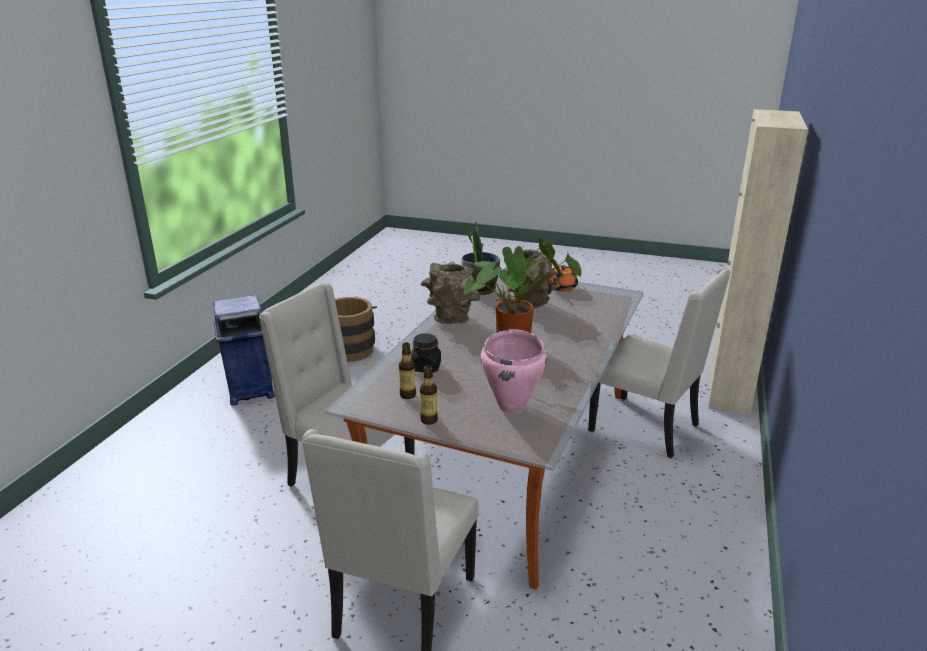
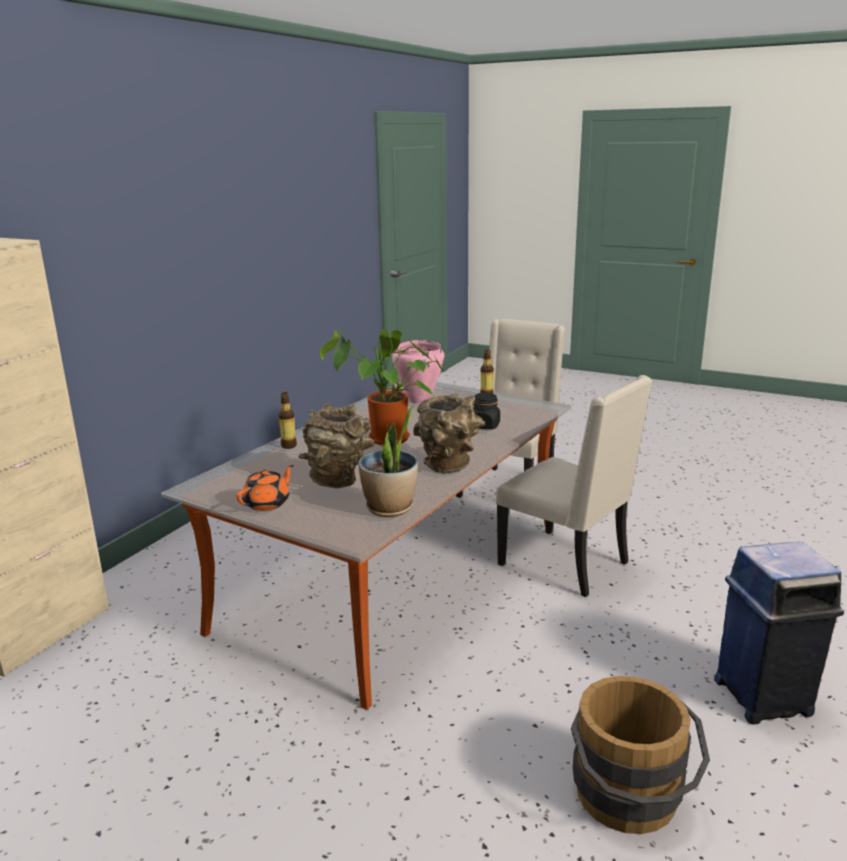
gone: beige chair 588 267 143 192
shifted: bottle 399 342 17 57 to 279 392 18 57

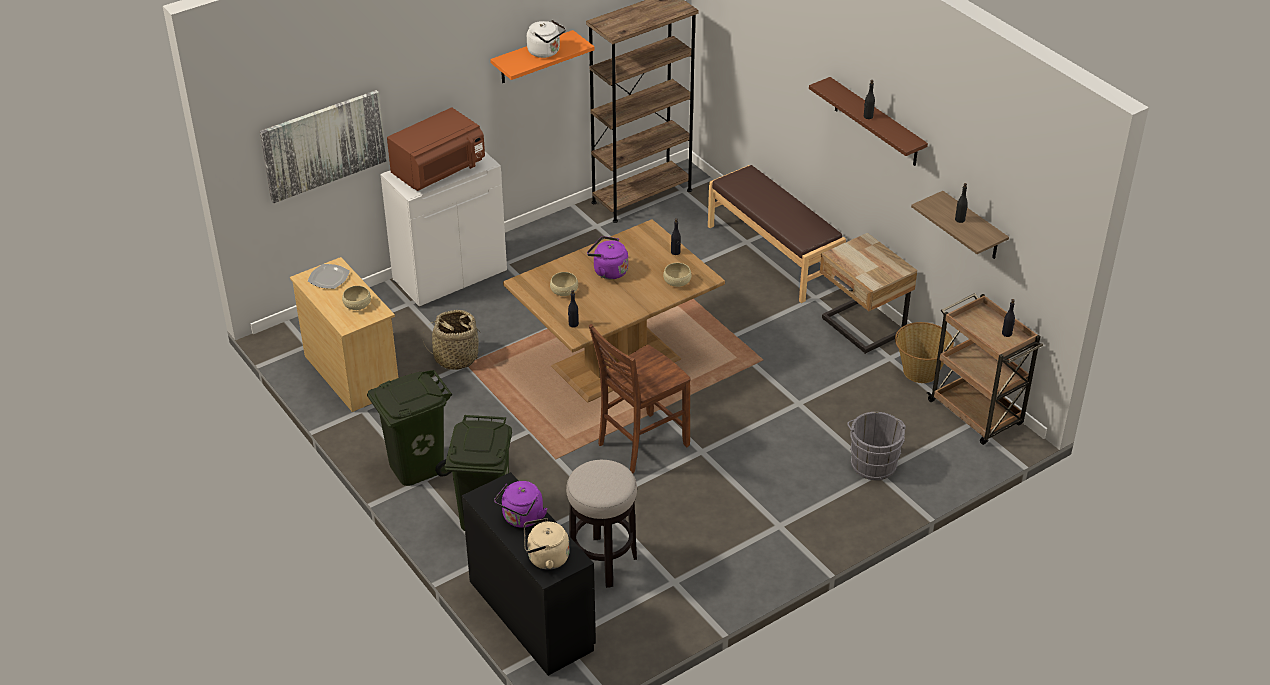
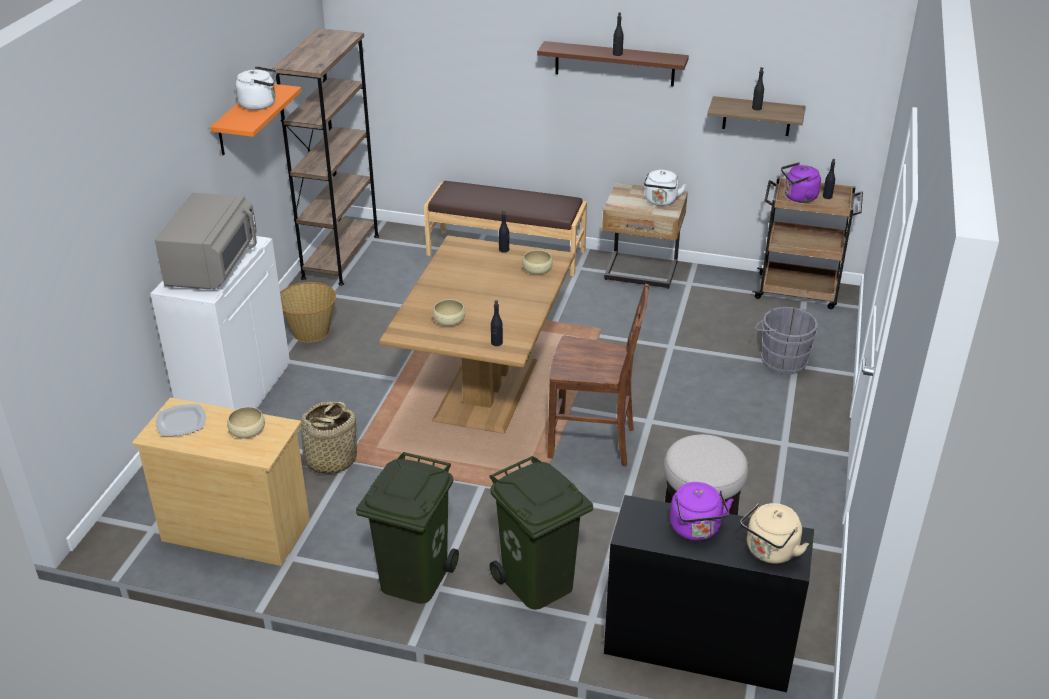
gone: picture 260 90 126 113
new: white kettle 644 170 42 36
shifted: purple kettle 587 236 41 43 to 781 162 40 41; basket 895 322 59 61 to 280 282 56 61
repainted: brown microwave 387 108 98 83 to grey microwave 155 193 102 96
rotated: brown chair 589 324 102 149 = 548 284 101 183 90 degrees counterclockwise

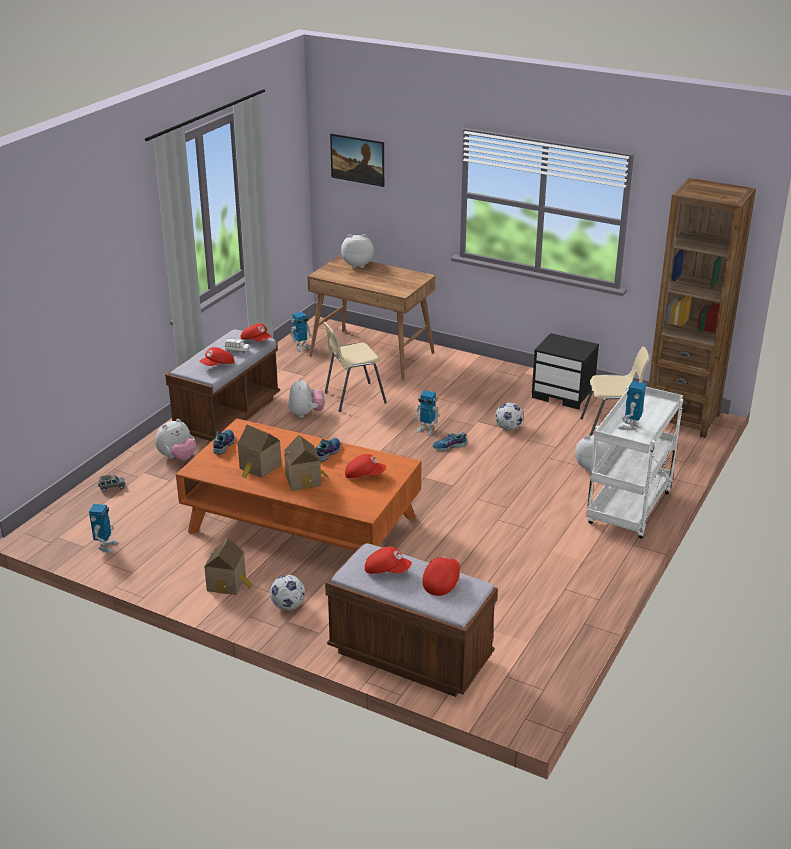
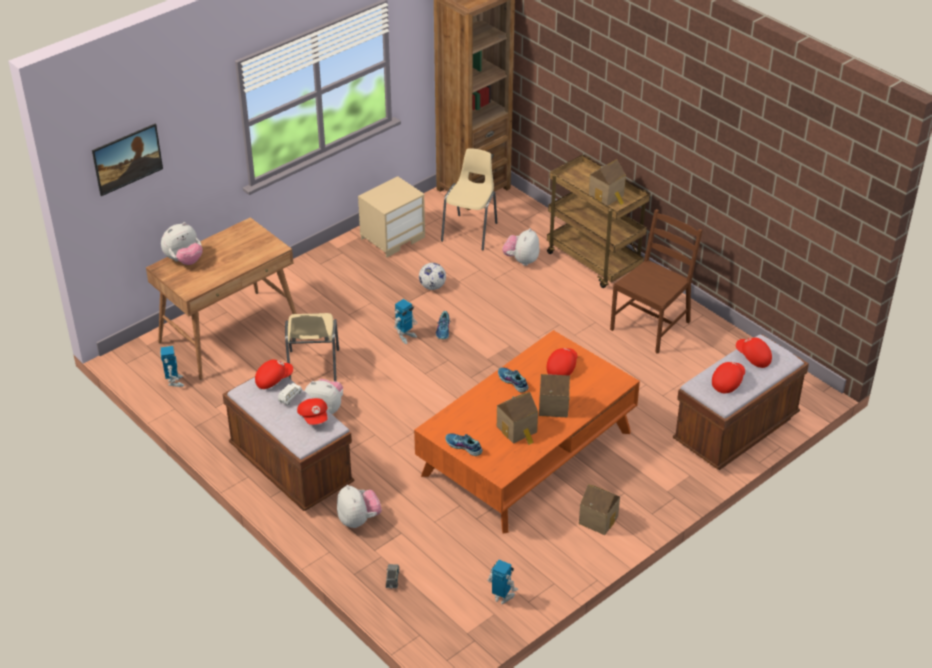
gone: football 270 575 35 35
new: brown chair 610 209 93 145
swapped: toy robot 618 381 28 49 to toy house 588 159 38 47
repainted: black nightstand 532 333 67 76 to beige nightstand 358 176 67 82; white cart 586 386 97 153 to brown cart 547 155 103 133
rotated: plush toy 341 234 33 34 = 161 222 42 43 150 degrees counterclockwise

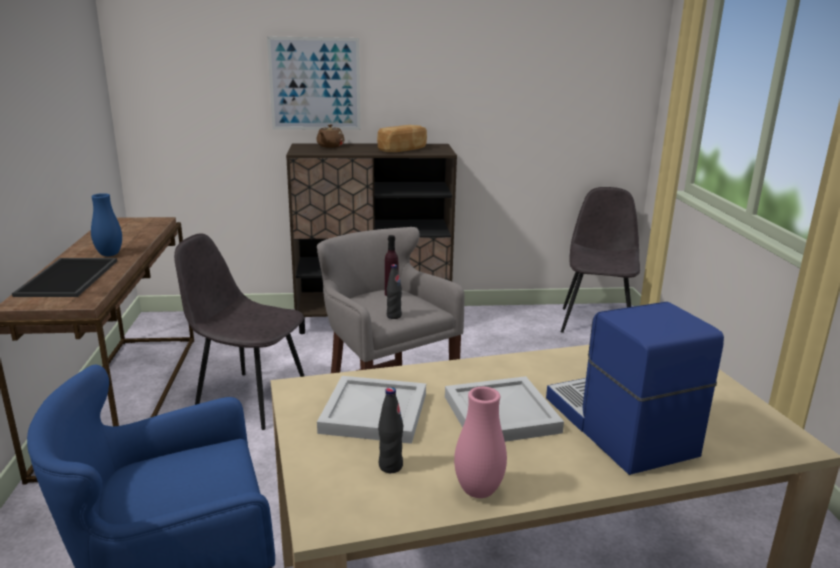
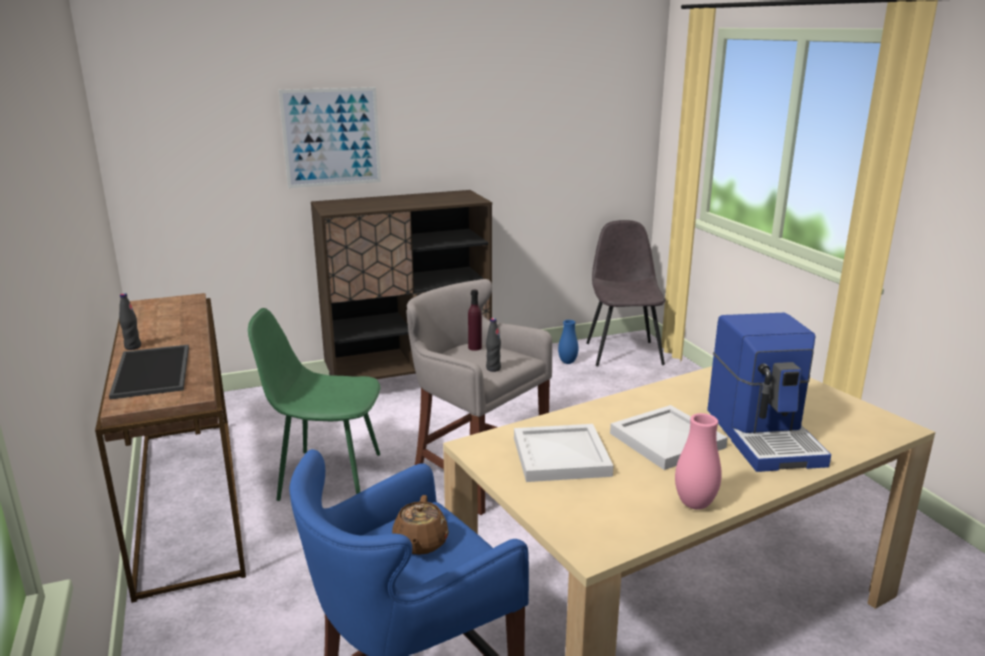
gone: bread 377 125 50 27
shifted: brown teapot 316 124 29 24 to 392 495 57 60; blue vase 91 193 31 63 to 558 320 21 44; black bottle 378 387 25 86 to 119 293 22 57
repainted: grey chair 174 233 130 197 to green chair 248 308 133 193
rotated: coffee machine 546 302 178 173 = 707 313 124 159 150 degrees counterclockwise

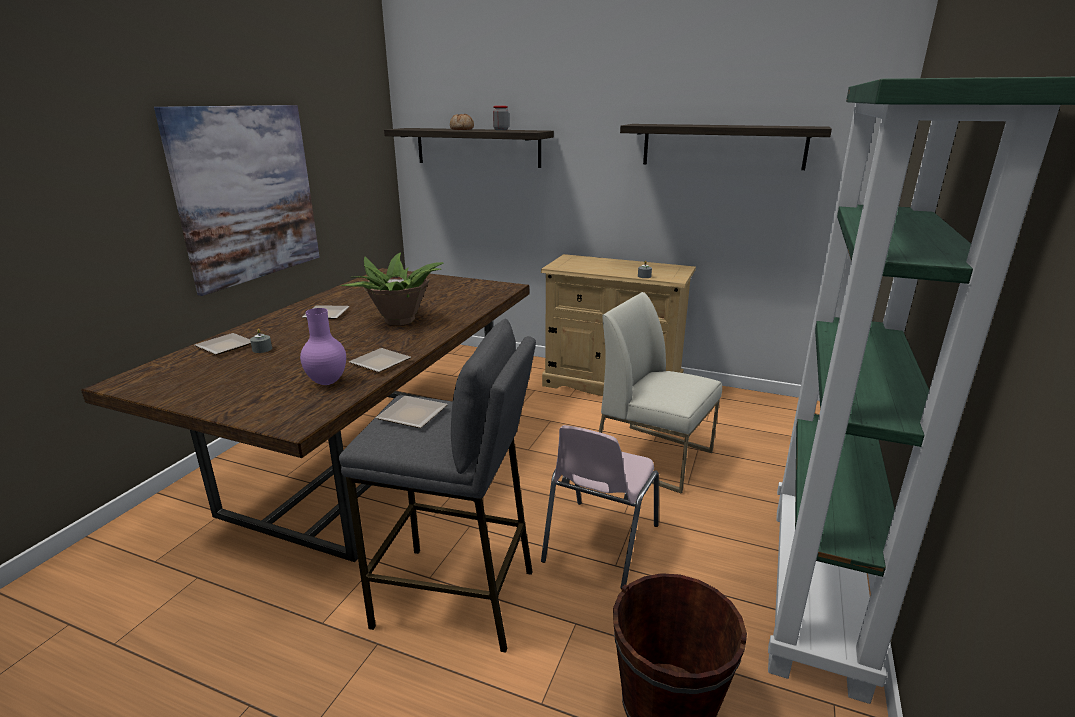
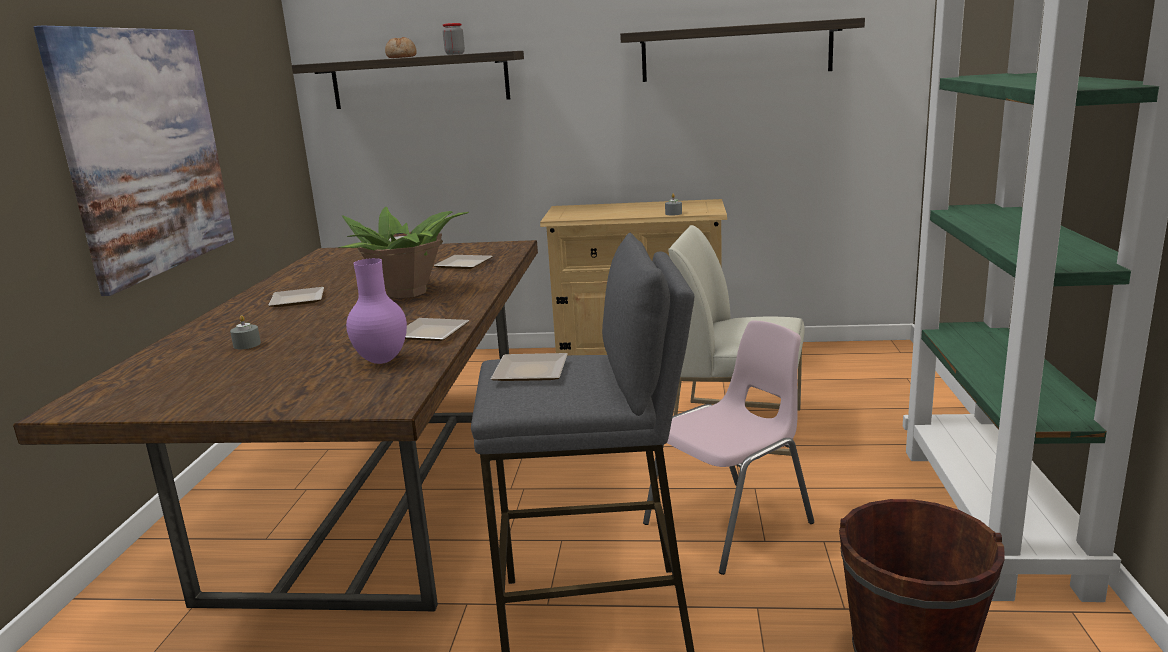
shifted: plate 195 333 56 22 to 434 255 59 14
rotated: pink chair 541 425 118 164 = 643 320 171 255 135 degrees counterclockwise

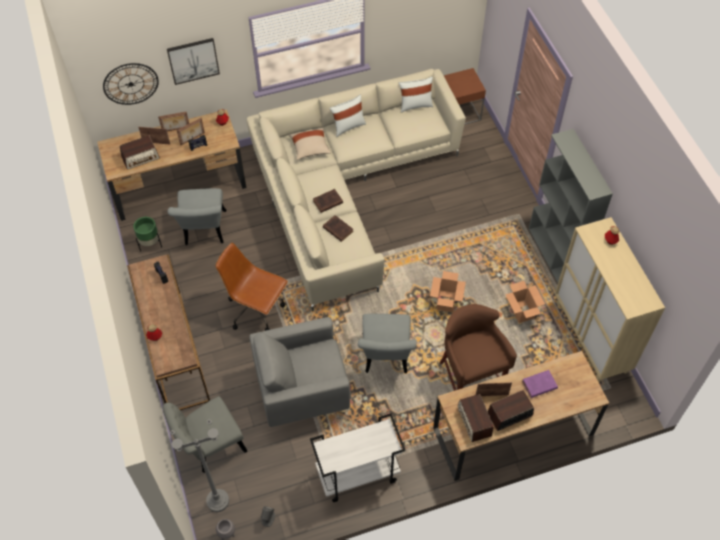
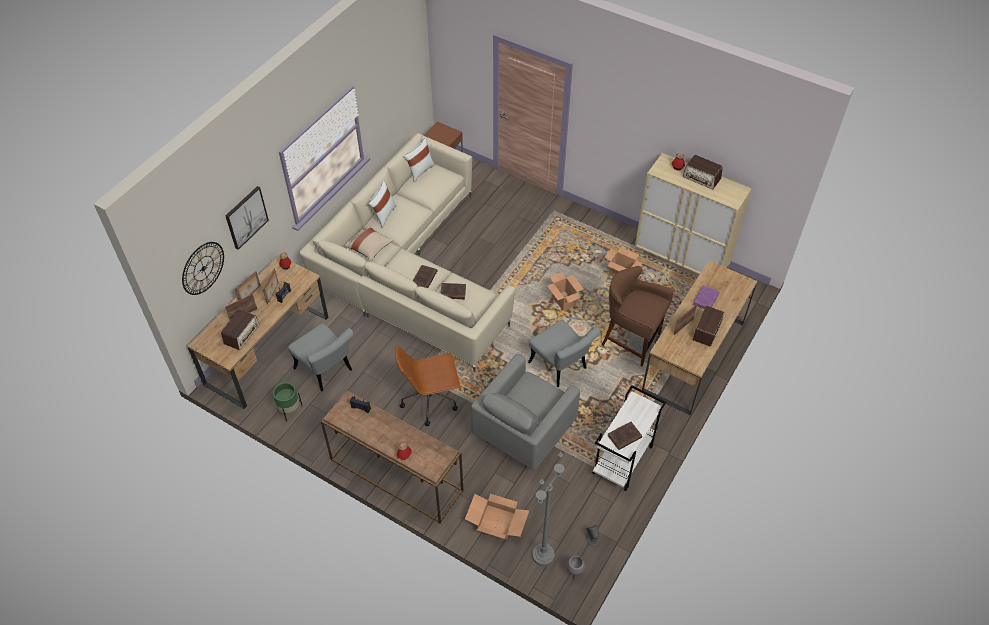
gone: grey bookcase 529 129 84 154
new: brown book 608 422 34 28
shifted: radio 458 394 35 48 to 683 155 40 34
swapped: grey chair 162 396 85 77 to cardboard box 465 494 64 46

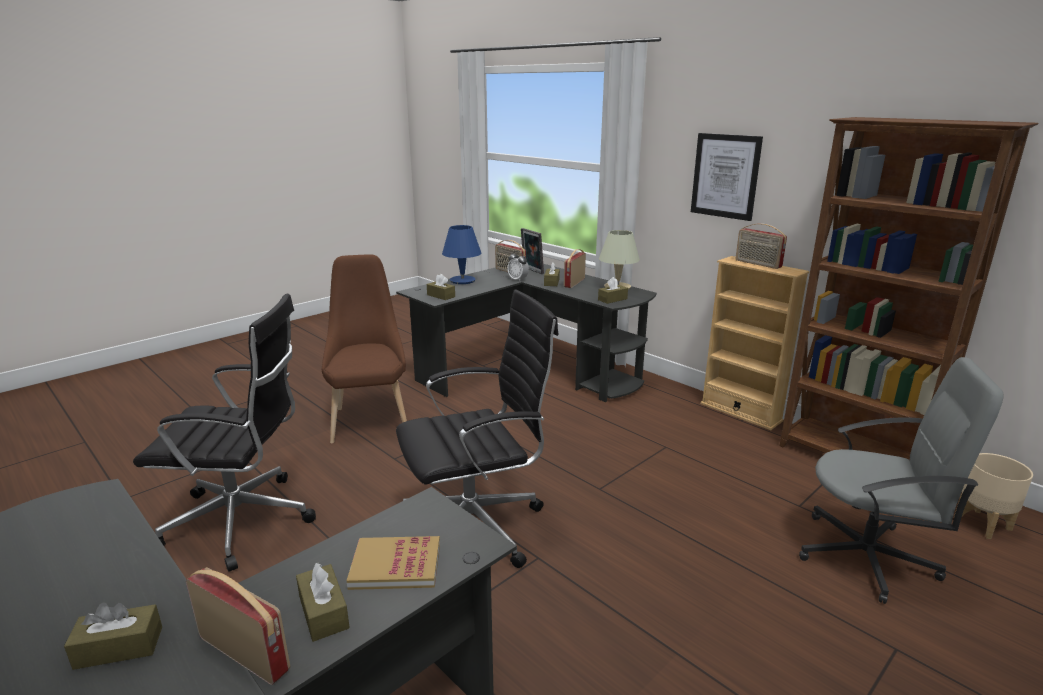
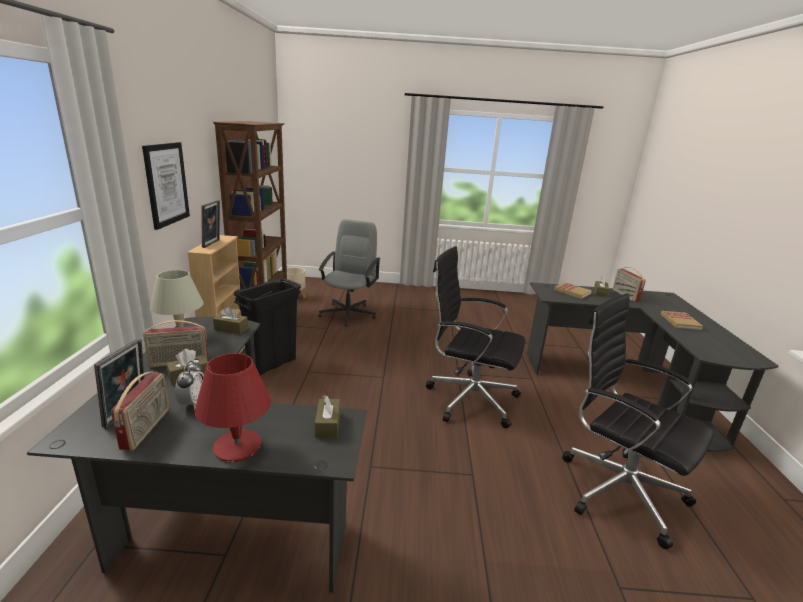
gone: brown chair 322 254 85 189; brown tissue box 64 602 98 68
new: black trash can 234 278 67 97; book 660 311 43 19
swapped: radio 736 223 51 46 to picture frame 201 200 19 48
repainted: blue table lamp 442 225 39 59 to red table lamp 195 353 76 109
rotated: grey office chair 799 357 205 247 = 318 219 63 107 45 degrees clockwise

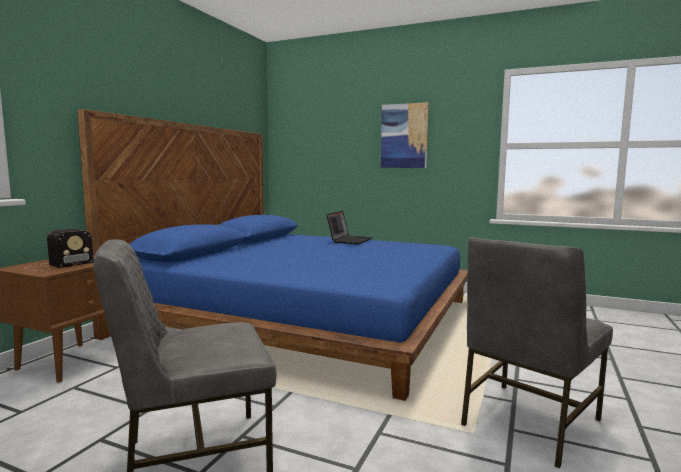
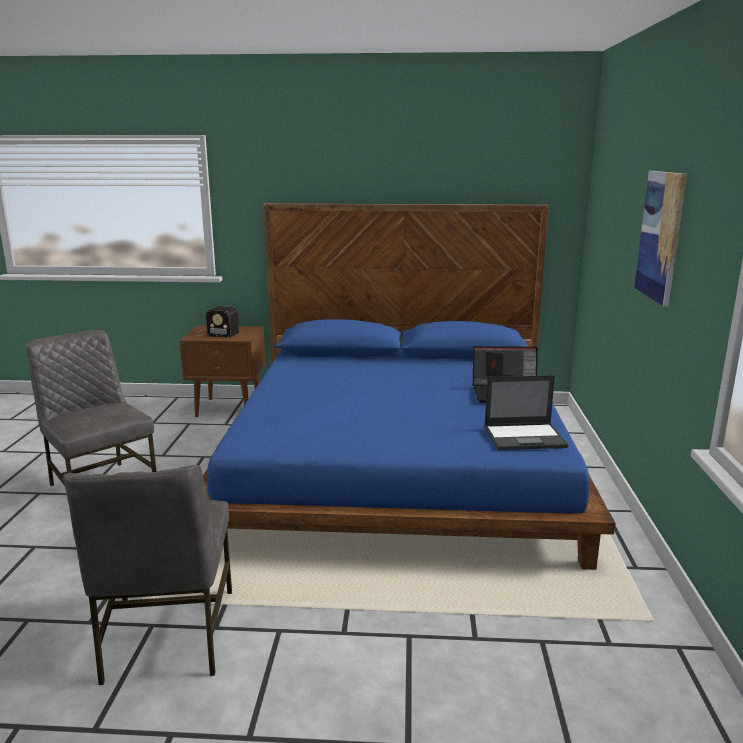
new: laptop 484 375 84 75
rotated: grey chair 461 237 152 231 = 63 465 169 220 120 degrees counterclockwise

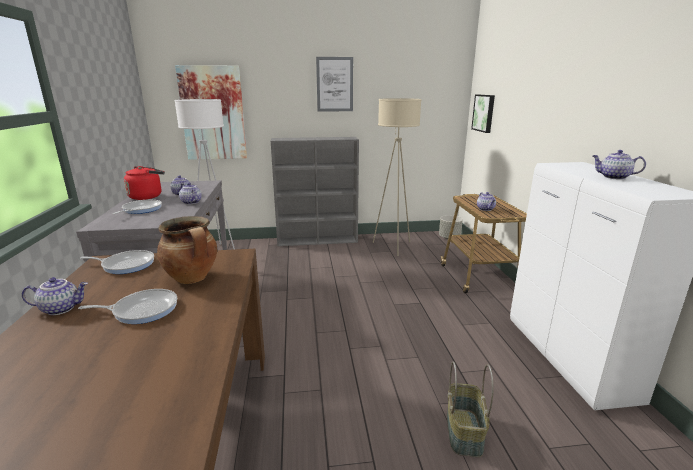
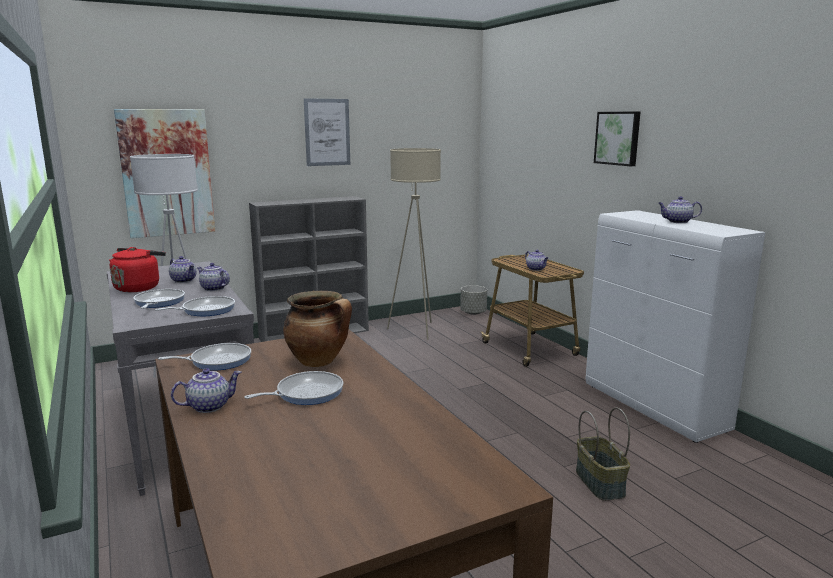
new: frying pan 155 296 80 20
shifted: picture 471 95 24 38 to 594 111 47 55

